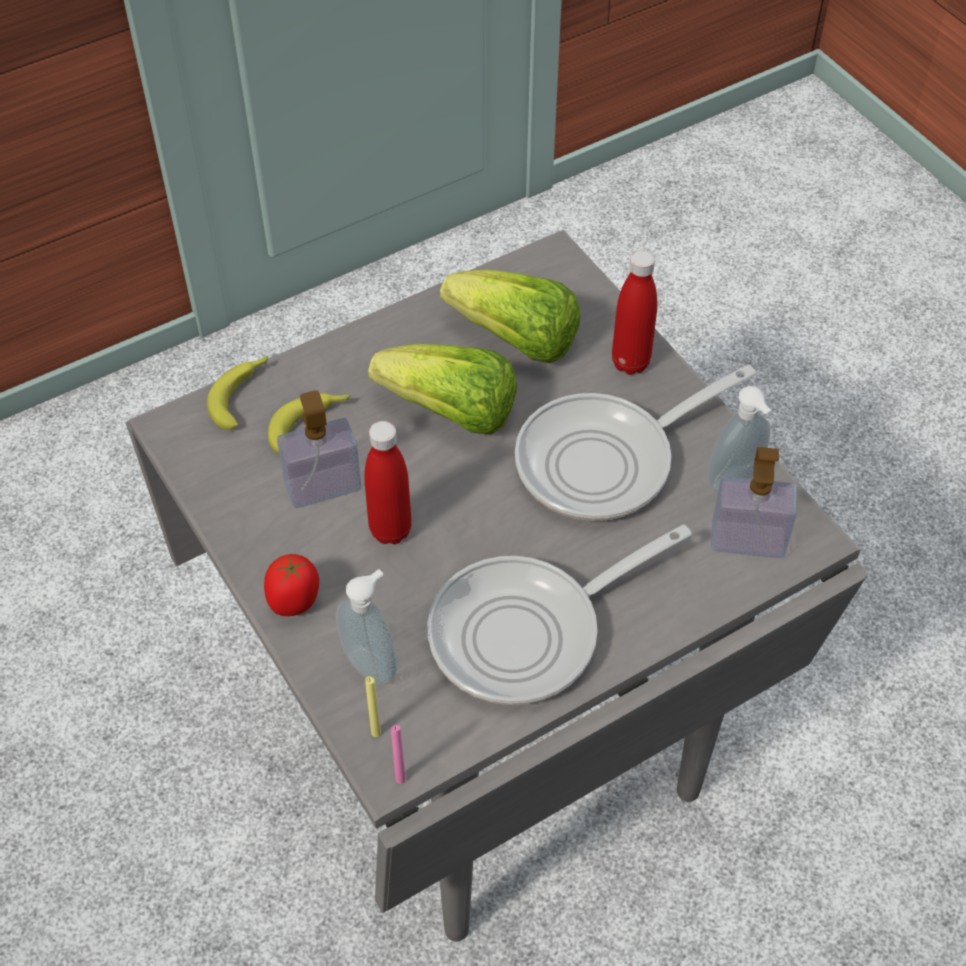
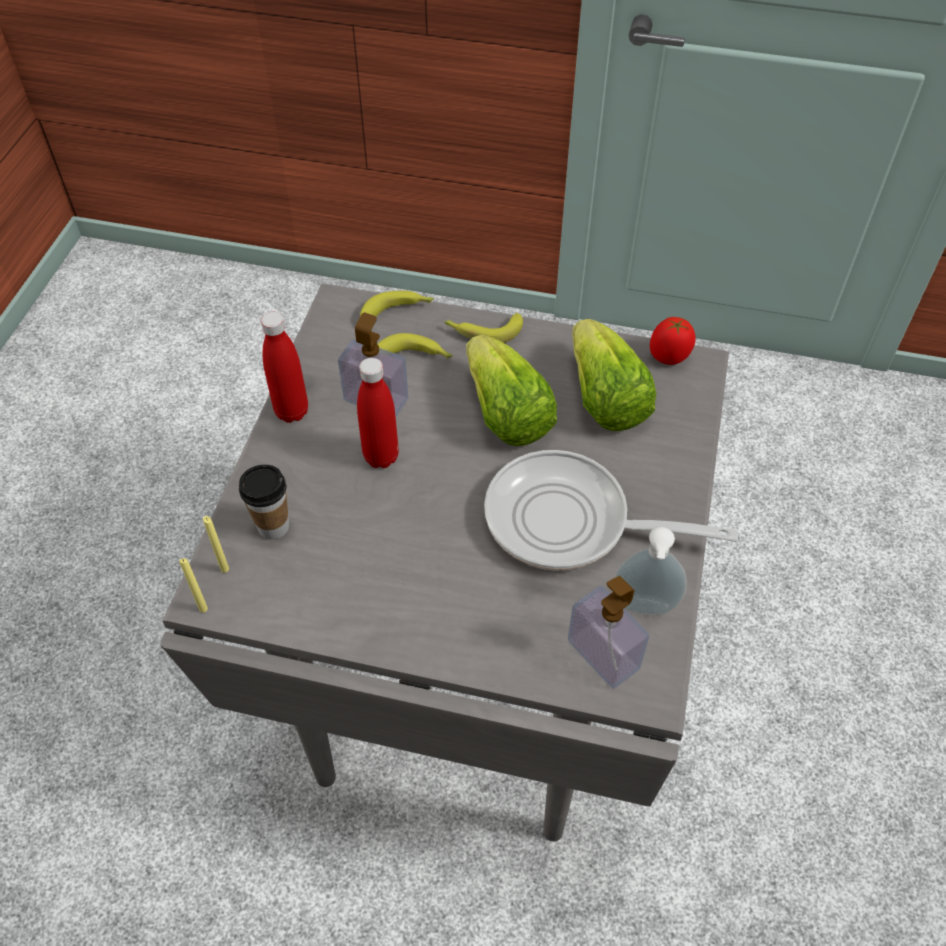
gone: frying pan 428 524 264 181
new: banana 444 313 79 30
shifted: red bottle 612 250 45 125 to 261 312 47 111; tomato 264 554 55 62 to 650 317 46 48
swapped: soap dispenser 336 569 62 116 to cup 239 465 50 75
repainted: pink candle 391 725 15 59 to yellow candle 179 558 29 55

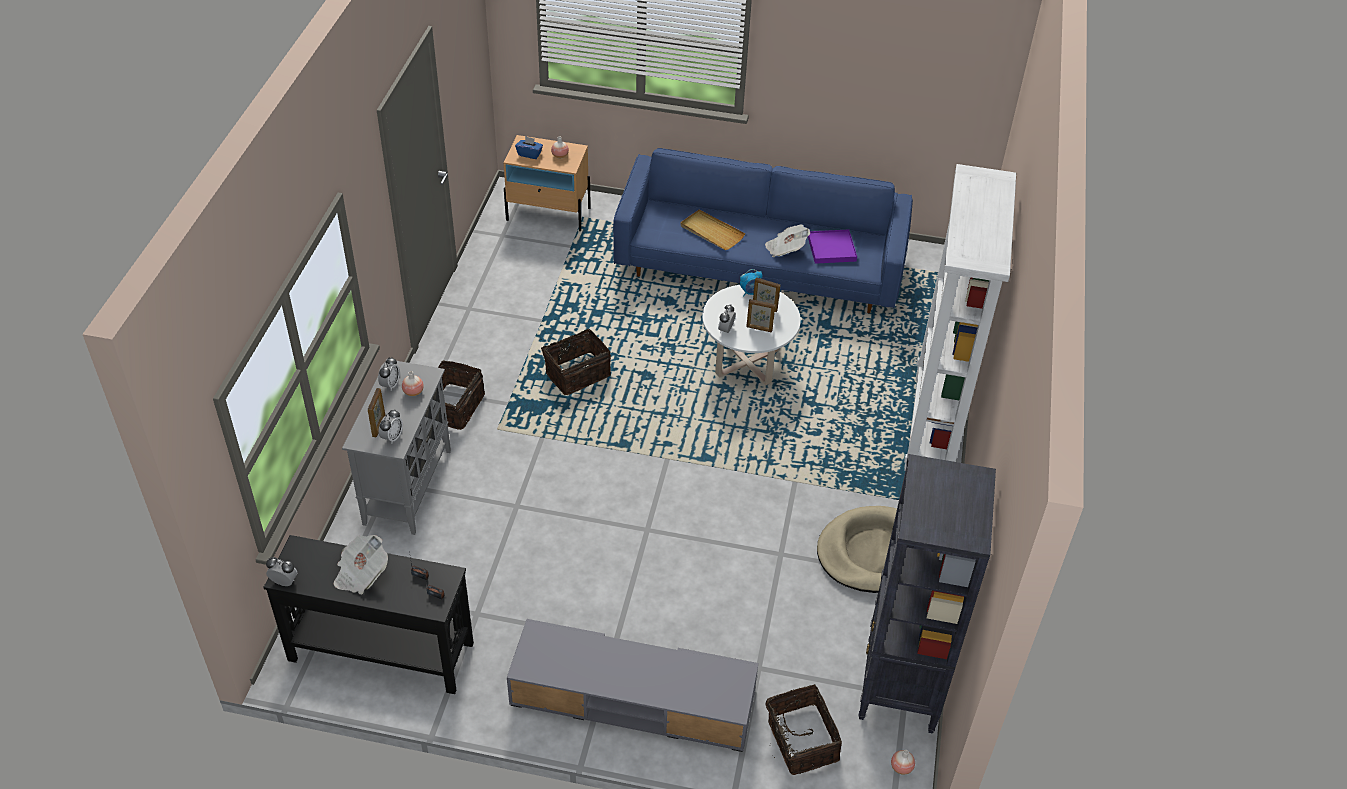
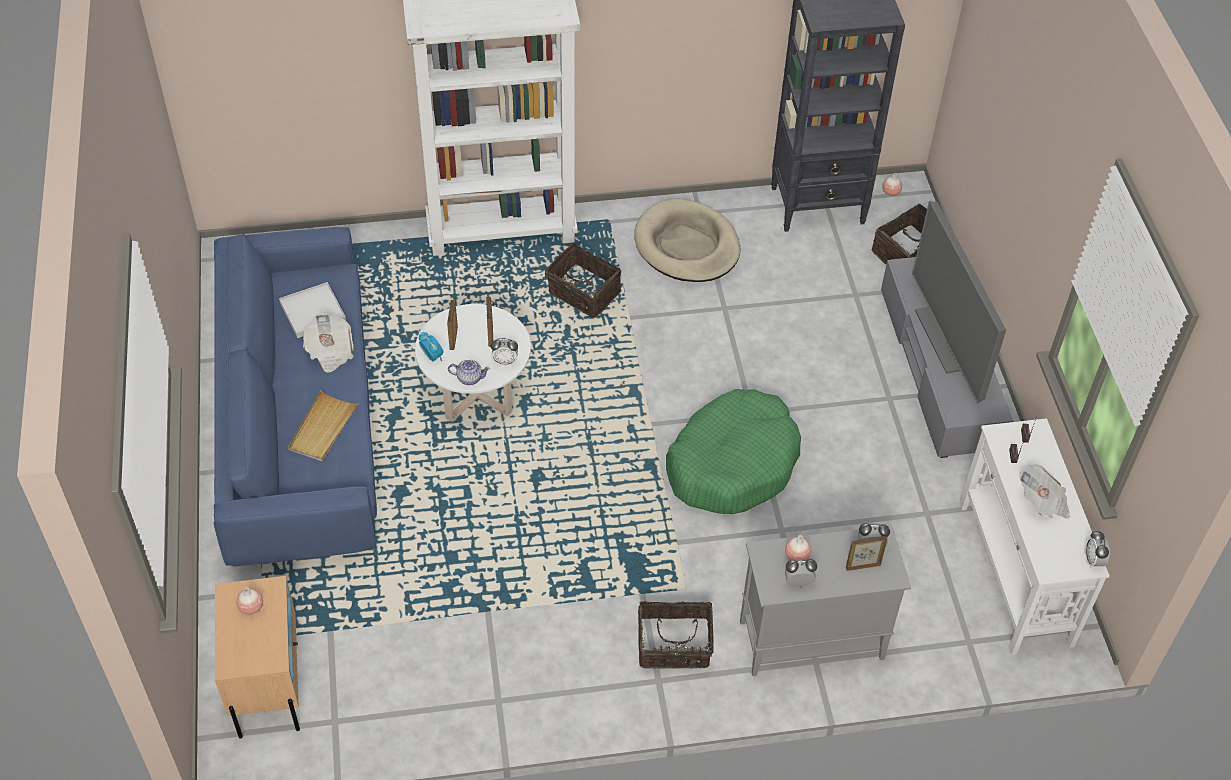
gone: blue tissue box 515 136 28 23
new: television 912 201 94 203; teapot 448 359 42 26; green dog bed 666 389 135 125
shifted: basket 541 329 70 66 to 545 243 76 75
repainted: purple tray 808 229 49 35 to white tray 279 282 67 56; black console table 263 535 211 159 to white console table 959 418 151 237

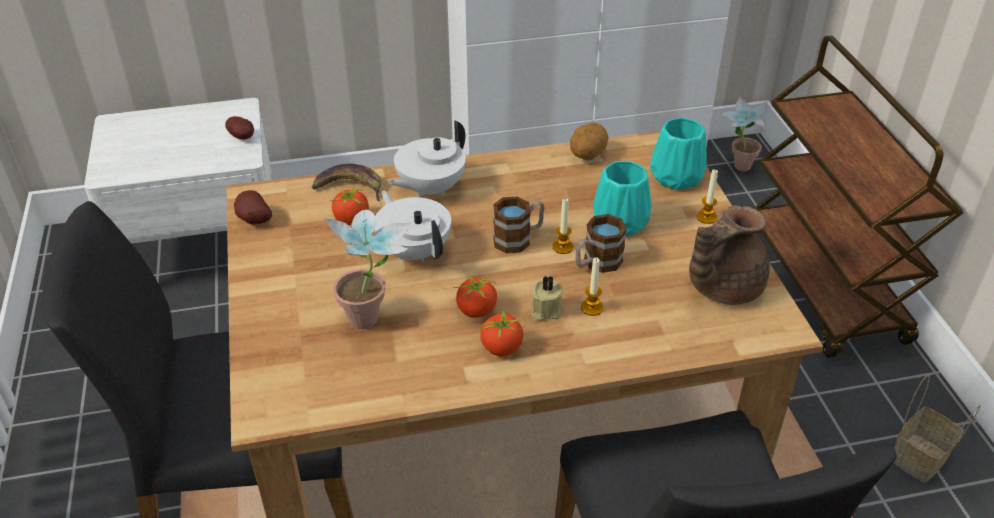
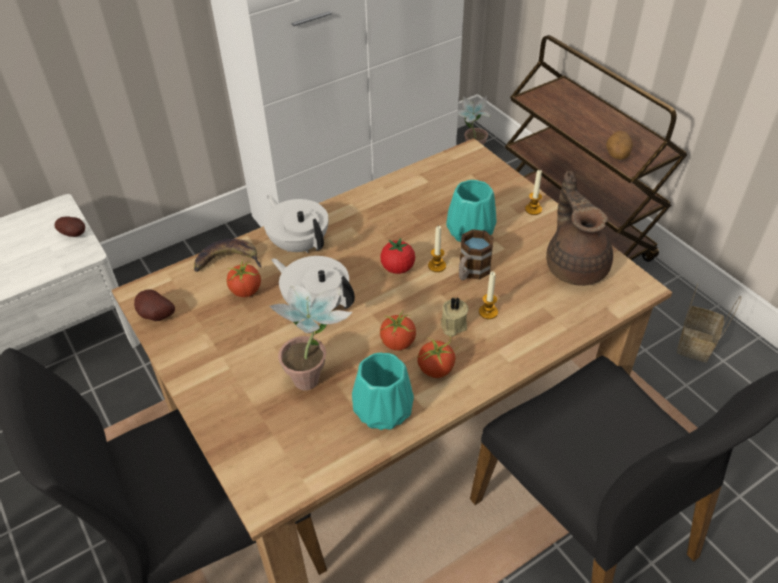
shifted: turquoise vase 650 118 57 72 to 352 353 62 77; potato 570 123 39 37 to 606 131 27 29
swapped: mug 493 197 52 56 to tomato 380 238 35 36
rotated: white teapot 388 120 78 77 = 263 195 65 58 120 degrees clockwise; brown teapot 689 205 81 100 = 546 171 67 115 135 degrees clockwise

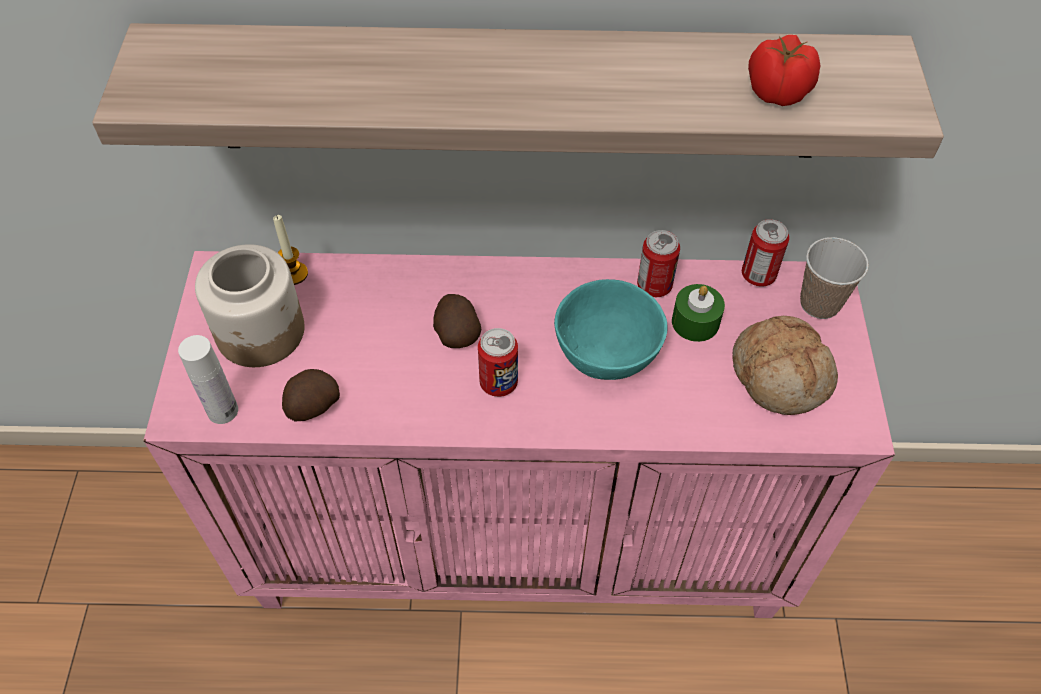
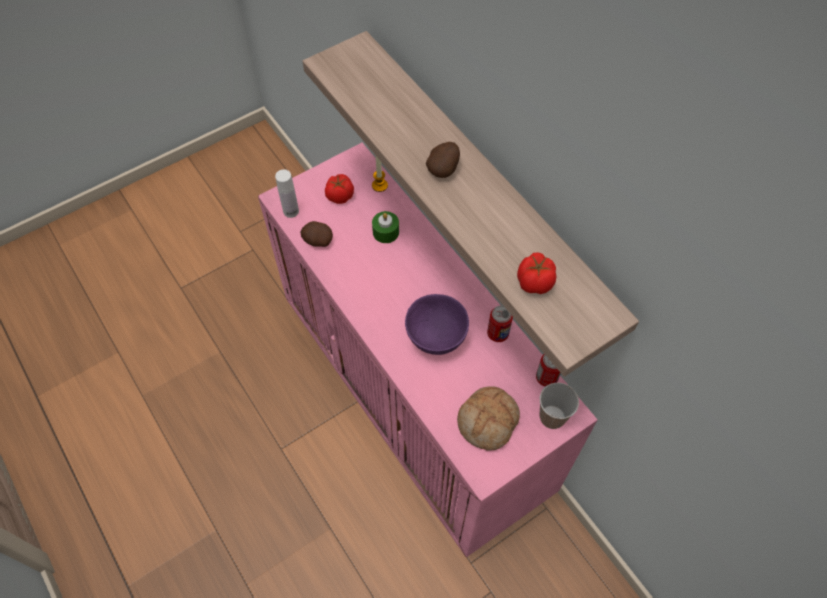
gone: can 478 328 40 69
shifted: green candle 672 284 53 58 to 372 211 27 32; potato 433 294 48 54 to 426 142 34 36
swapped: jar 195 244 110 123 to tomato 325 174 29 30
repainted: turquoise bowl 554 279 114 101 to purple bowl 405 294 64 61

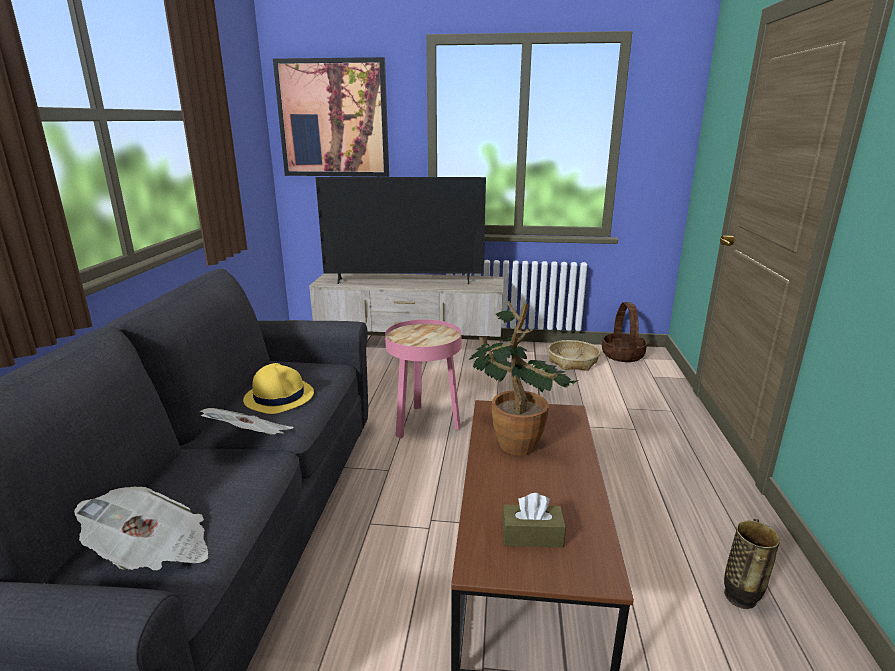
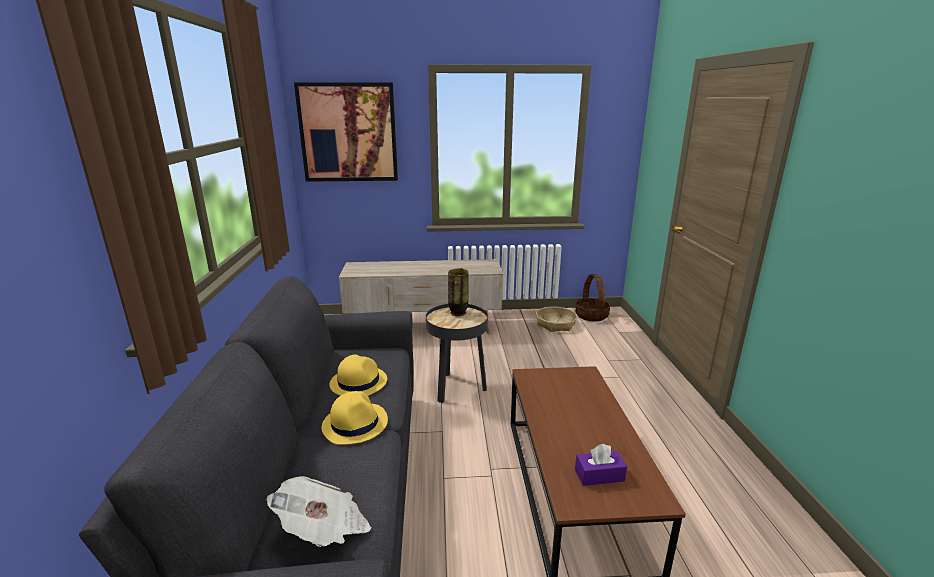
gone: television 315 177 171 107; potted plant 469 301 110 155
shifted: vase 724 518 56 91 to 448 268 21 48
swapped: newspaper 200 408 94 27 to yellow hat 321 391 67 54
repainted: pink side table 385 319 77 120 to black side table 426 304 62 99; brown tissue box 502 493 64 55 to purple tissue box 575 444 52 42

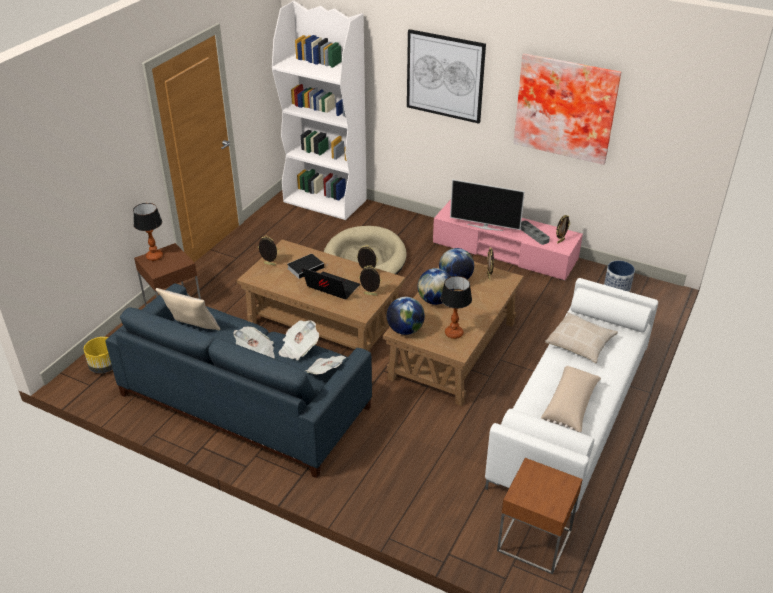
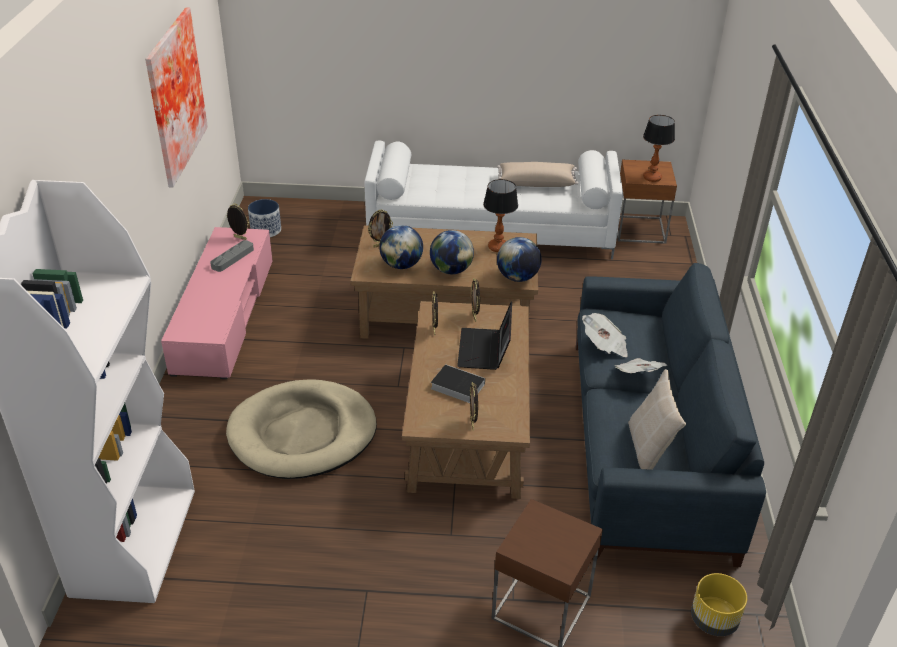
gone: picture 407 29 79 95; television 450 179 75 52; beige pillow 545 312 73 51; newspaper 305 355 41 19
shifted: table lamp 133 203 30 58 to 643 115 32 67

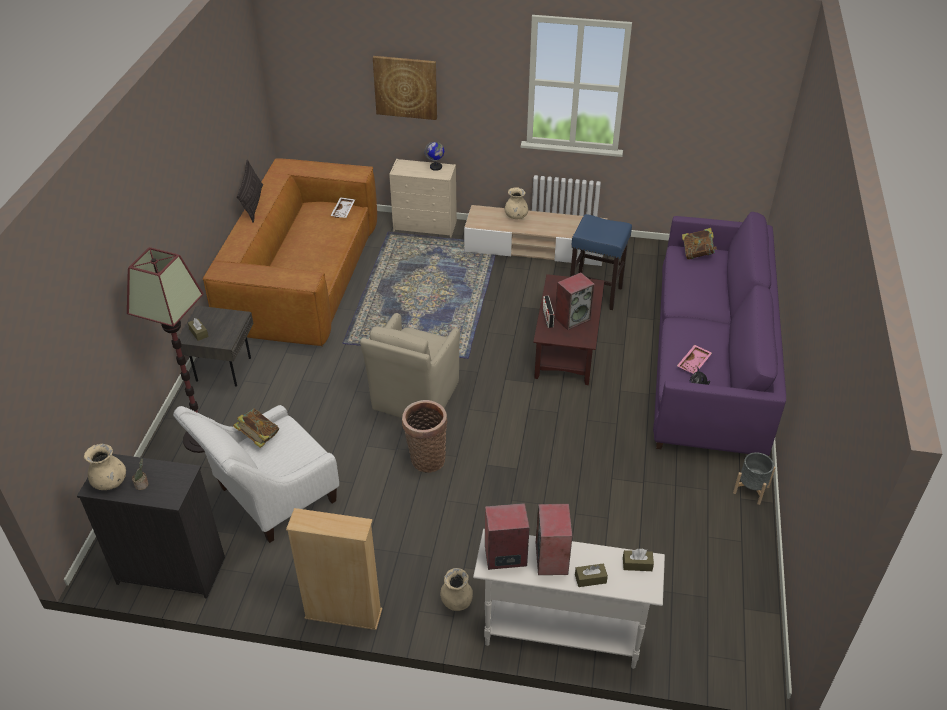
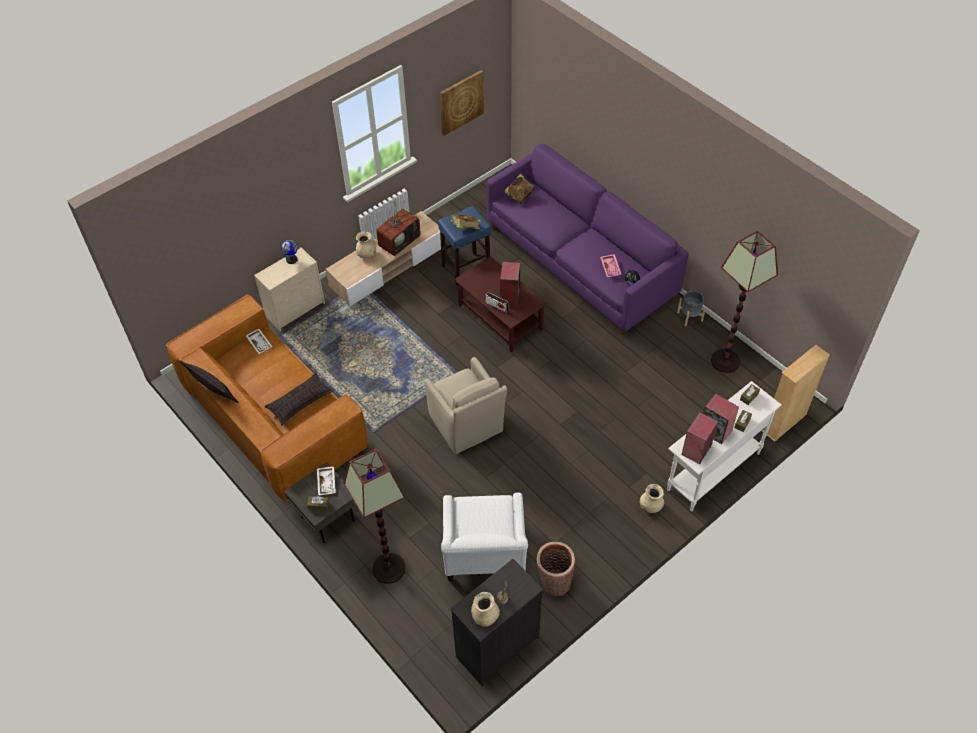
new: television 376 199 45 57; floor lamp 711 231 67 142; pillow 265 373 69 53; white tray 317 466 19 29
shifted: picture 373 56 64 64 to 440 70 44 66; basket 402 400 46 73 to 536 542 40 54; book 233 408 46 40 to 449 214 33 15; beige bookcase 286 508 96 122 to 762 345 68 97

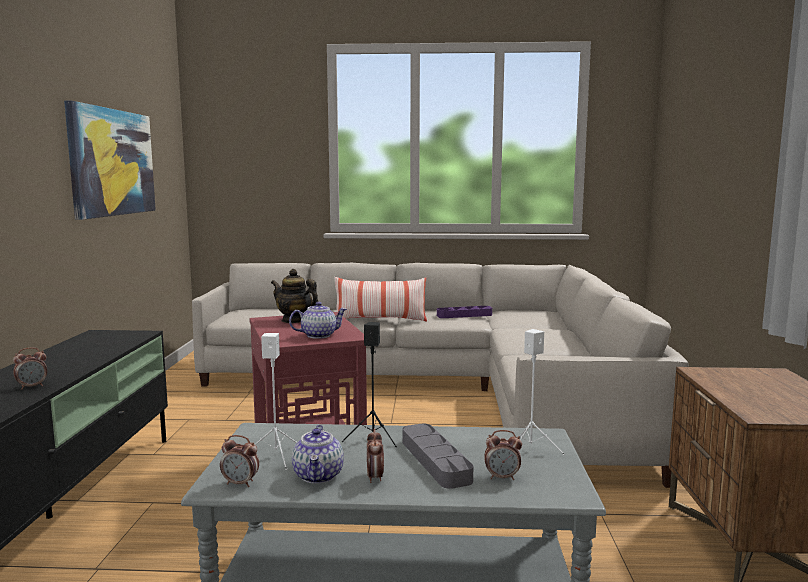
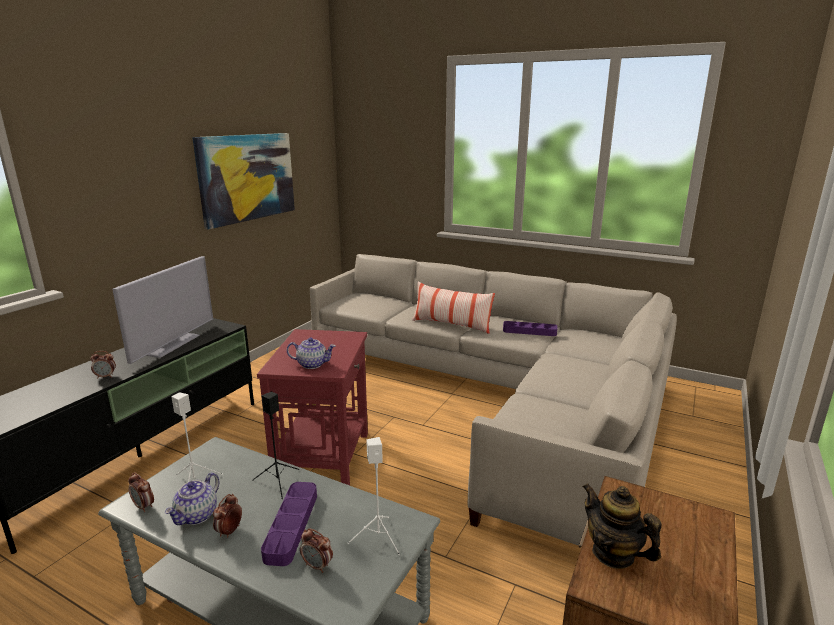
new: television 112 256 101 108
shifted: teapot 271 269 47 54 to 583 484 79 85
repainted: grey tray 403 424 70 65 to purple tray 261 482 56 84

